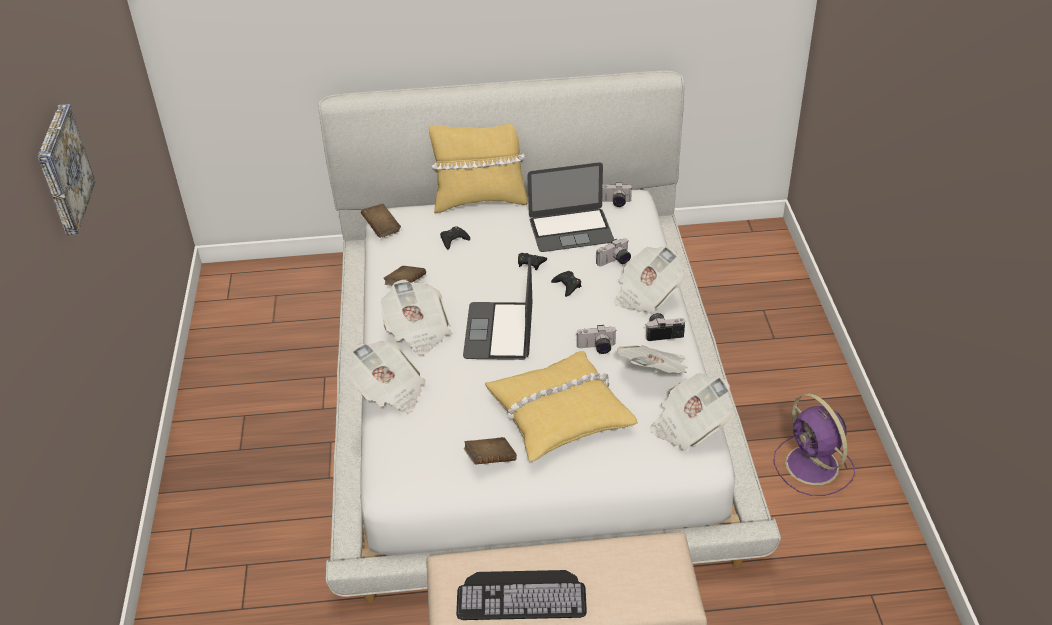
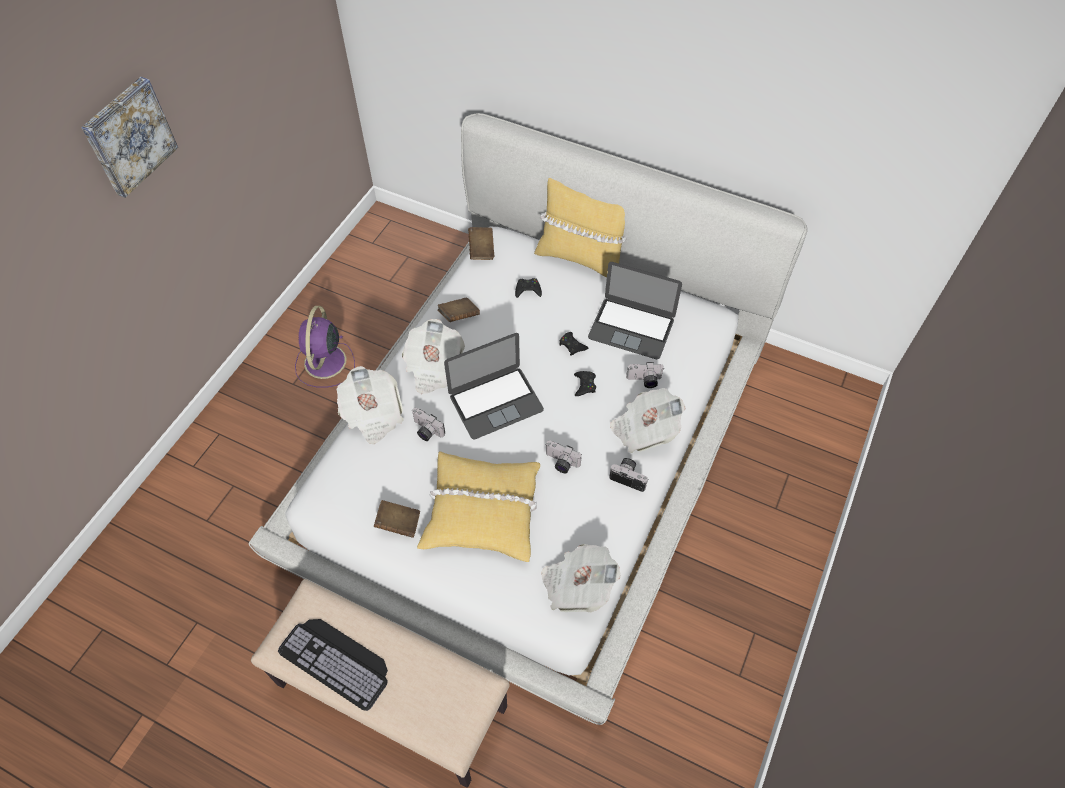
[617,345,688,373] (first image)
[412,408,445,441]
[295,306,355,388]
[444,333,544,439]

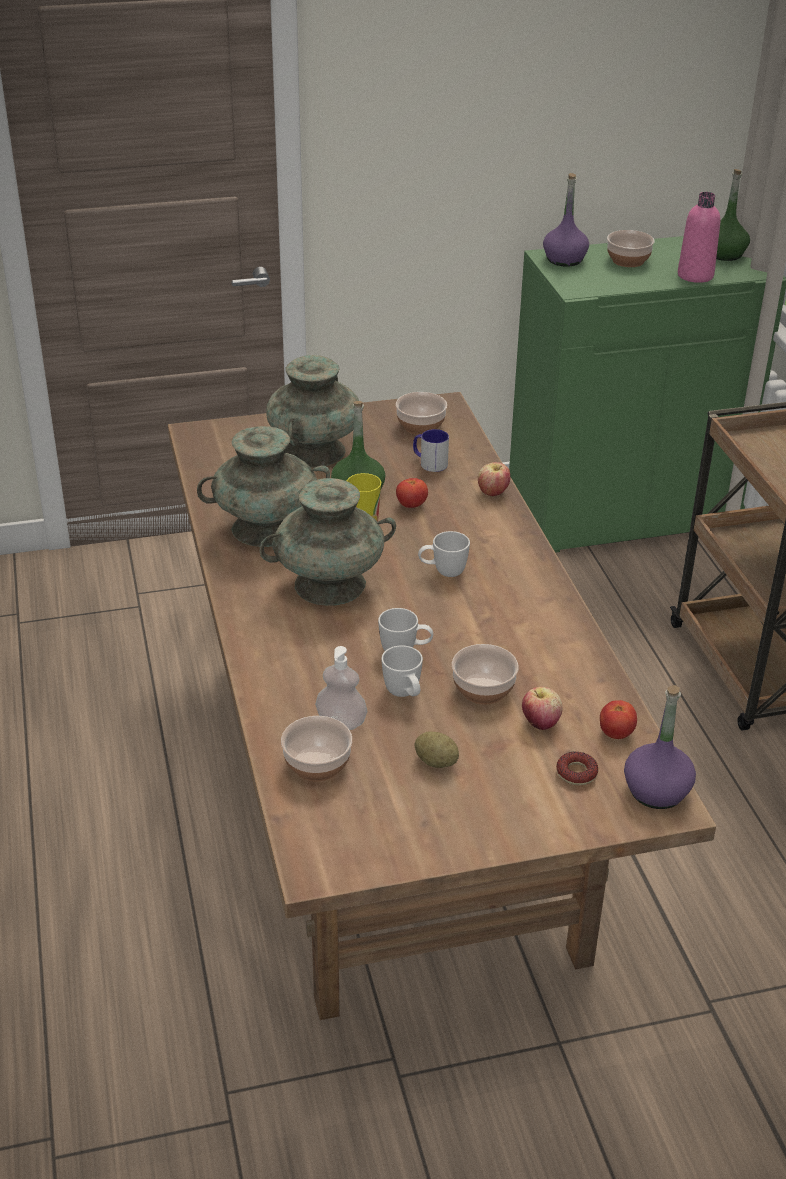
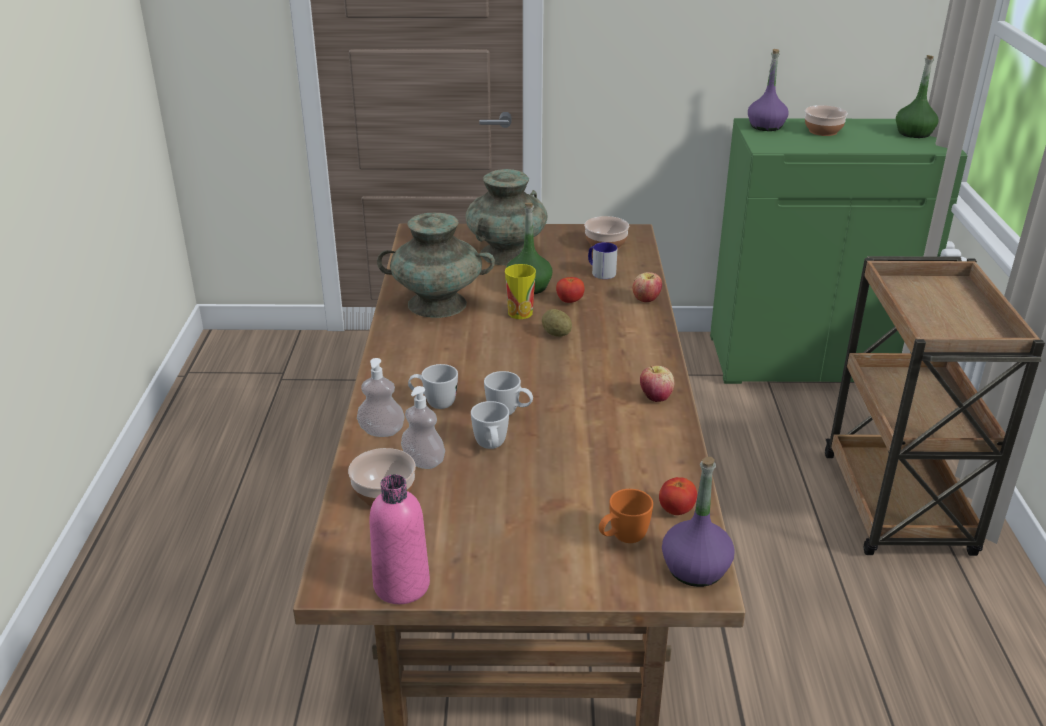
[260,478,396,606] (first image)
[452,644,519,704] (first image)
[357,358,405,437]
[542,309,572,337]
[408,364,458,409]
[640,365,674,402]
[369,474,430,604]
[599,489,653,543]

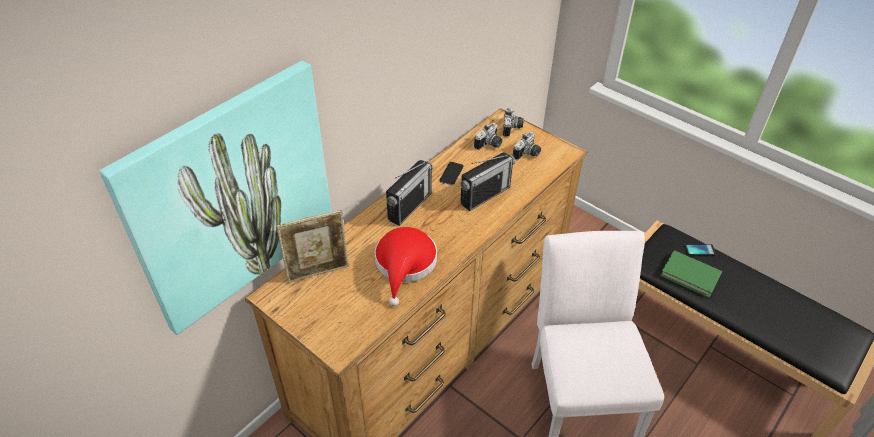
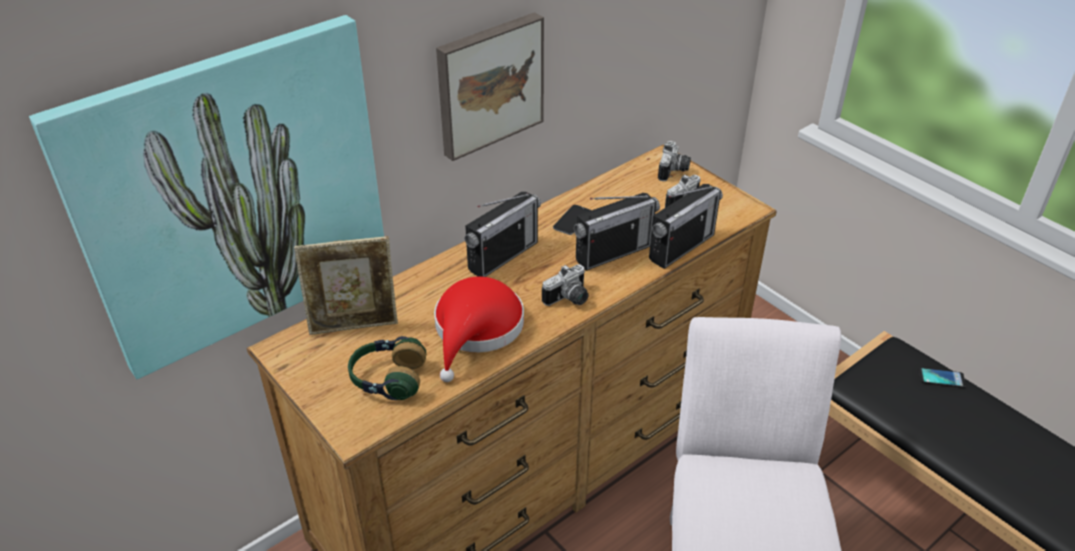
[660,250,722,298] (first image)
[348,336,426,400]
[436,12,544,161]
[649,184,723,269]
[542,264,589,306]

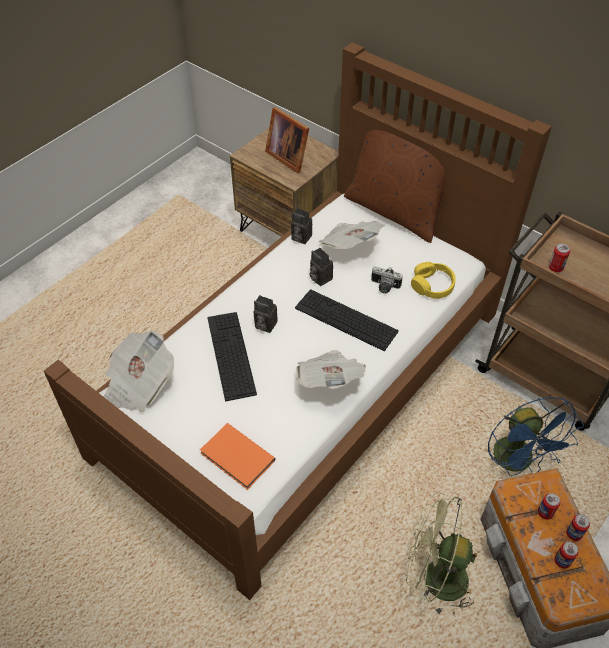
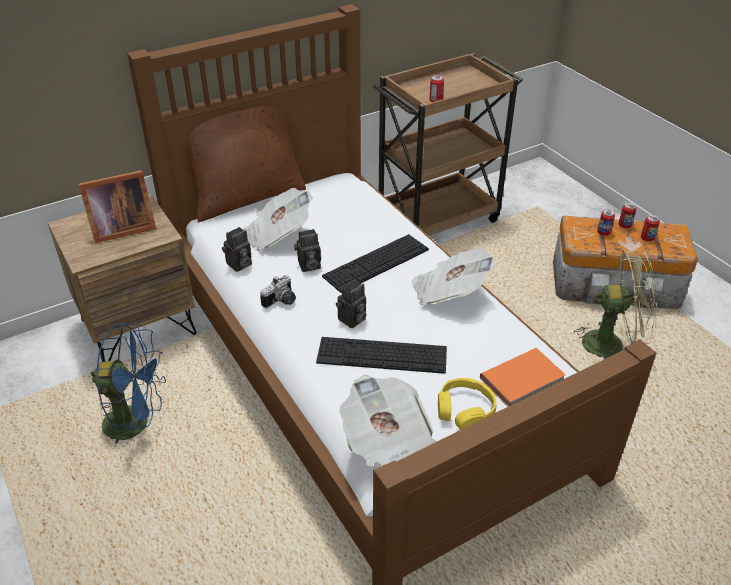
[260,275,296,308]
[438,378,496,430]
[91,323,166,443]
[574,250,658,359]

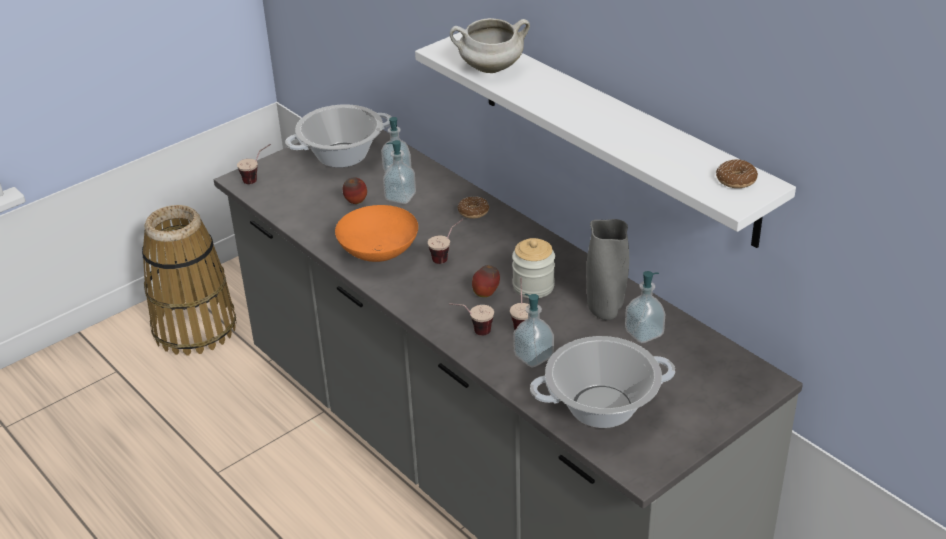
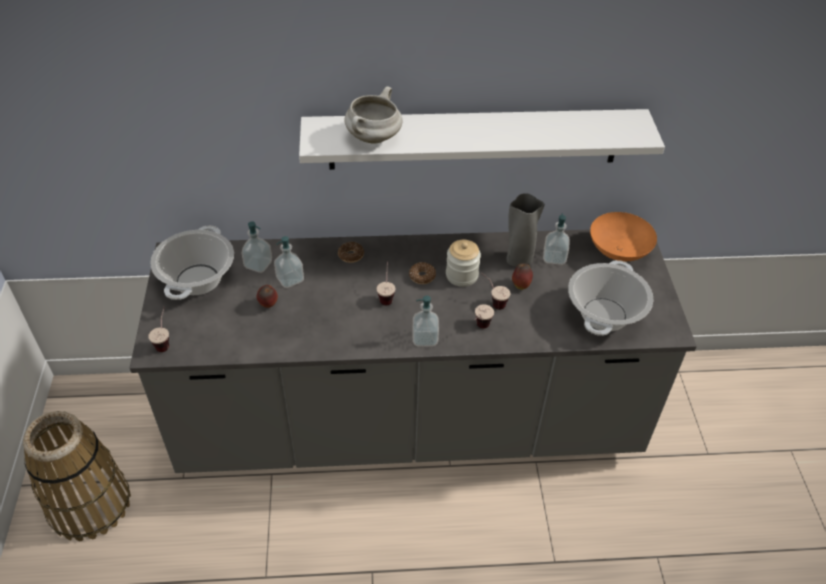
[590,212,657,261]
[512,263,533,290]
[413,296,439,346]
[409,262,436,284]

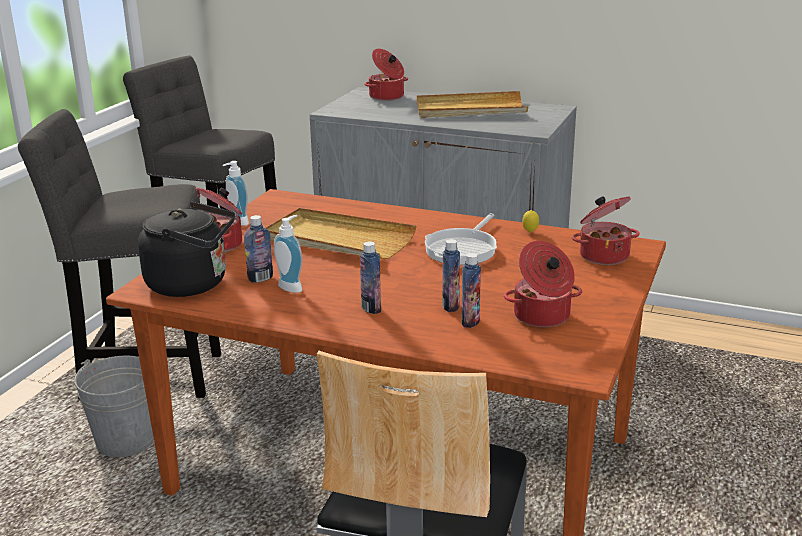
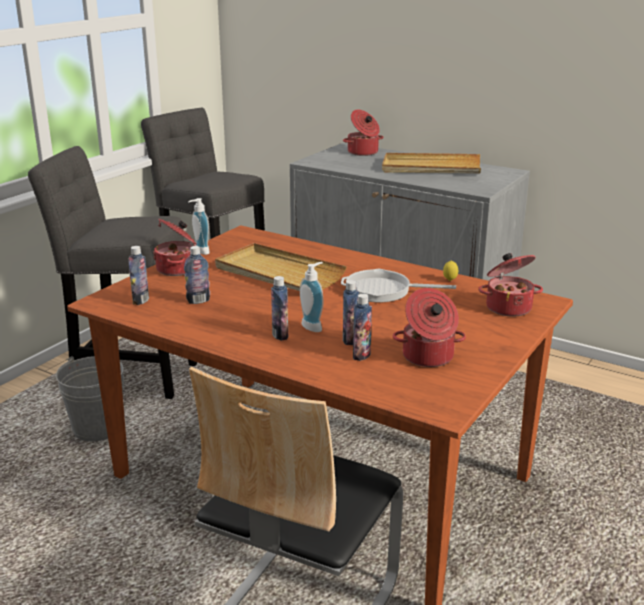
[300,262,324,332]
[128,246,149,305]
[341,269,456,302]

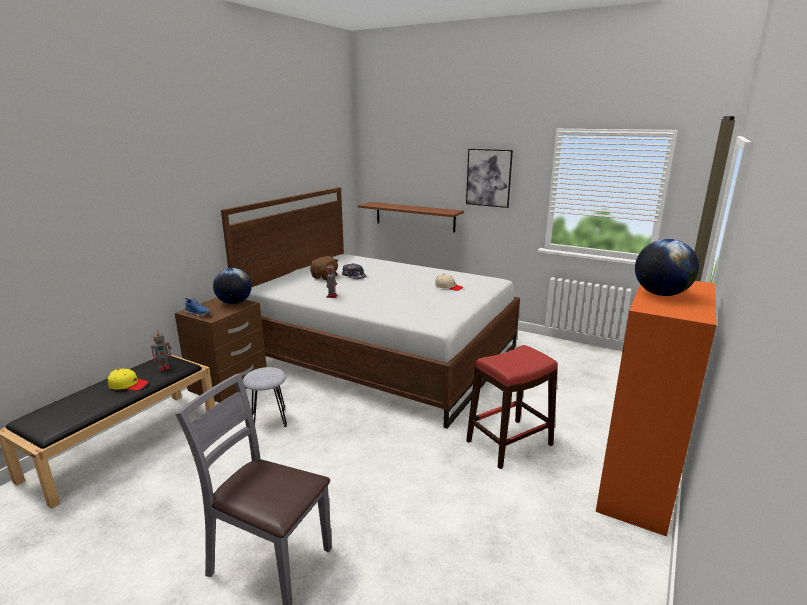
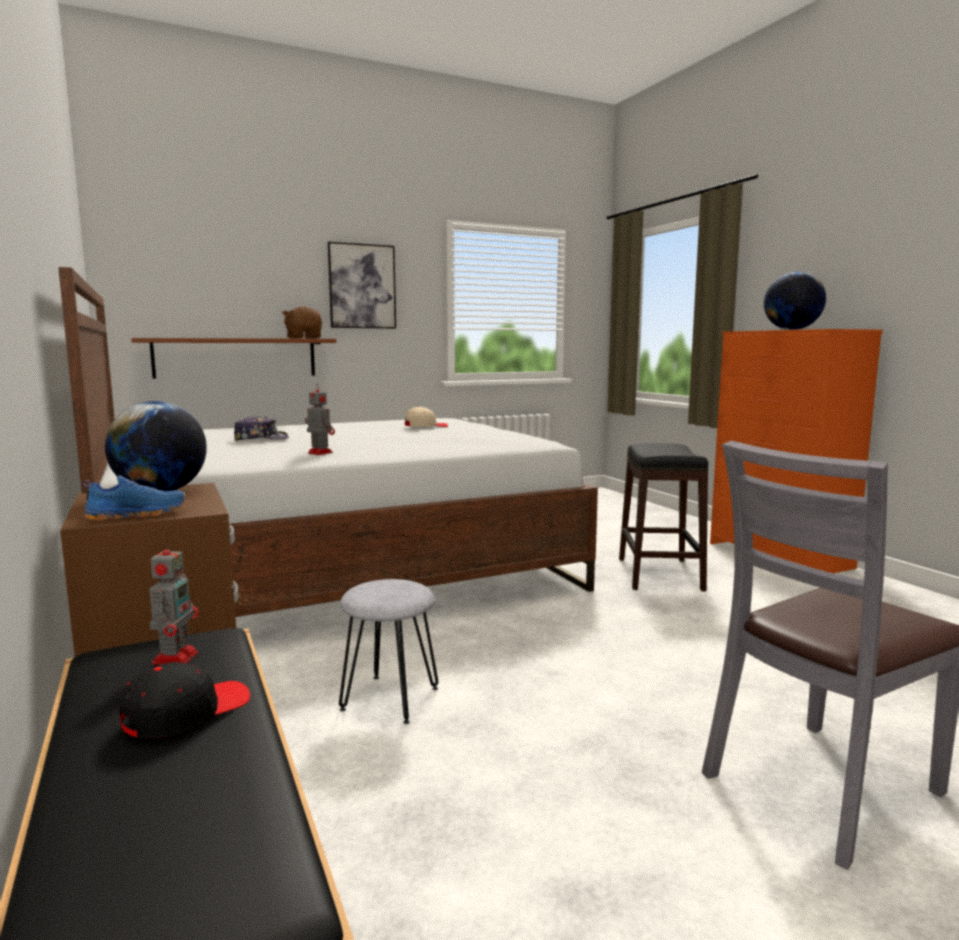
[282,306,322,339]
[119,662,250,739]
[619,443,708,591]

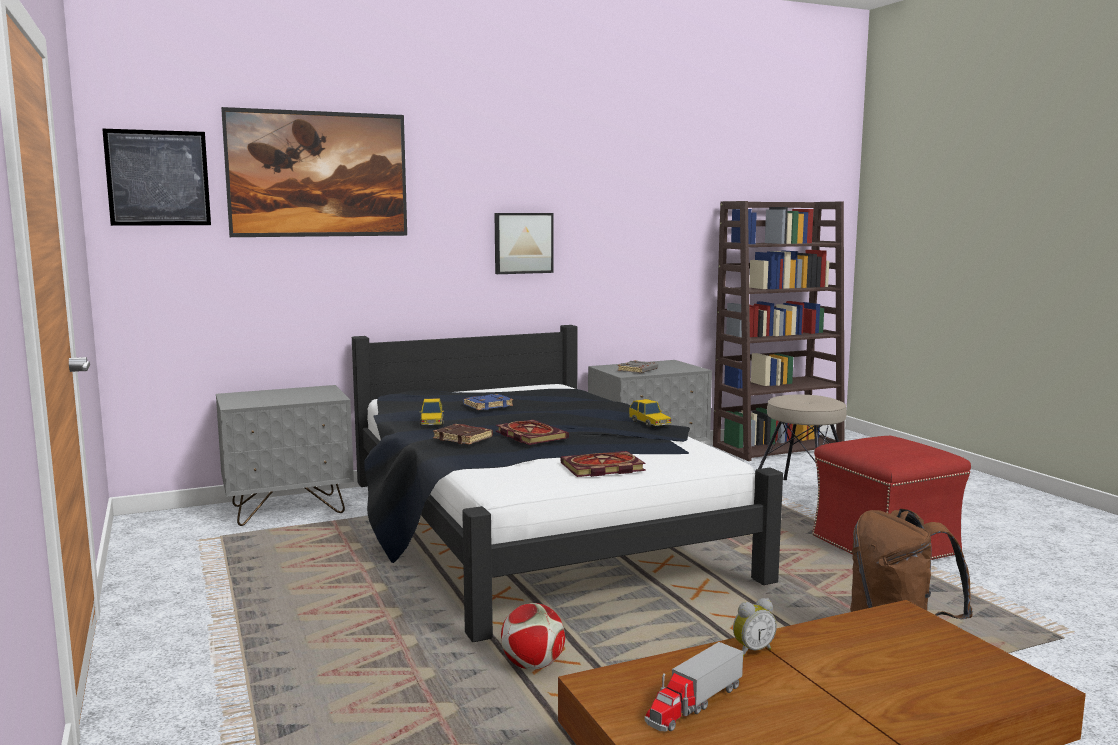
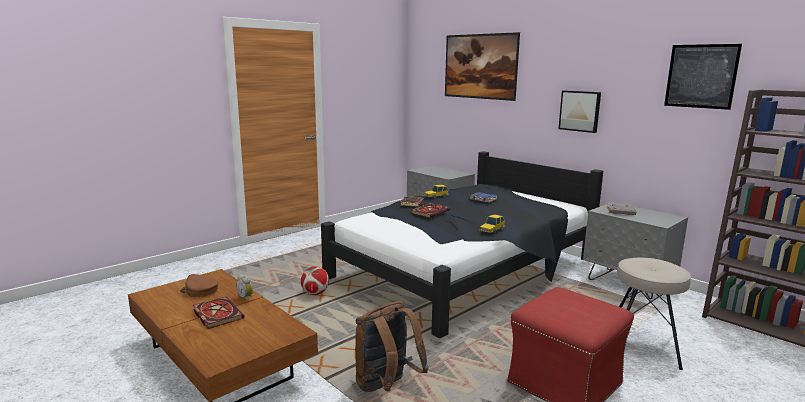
[664,44,742,110]
[193,296,245,329]
[180,274,218,297]

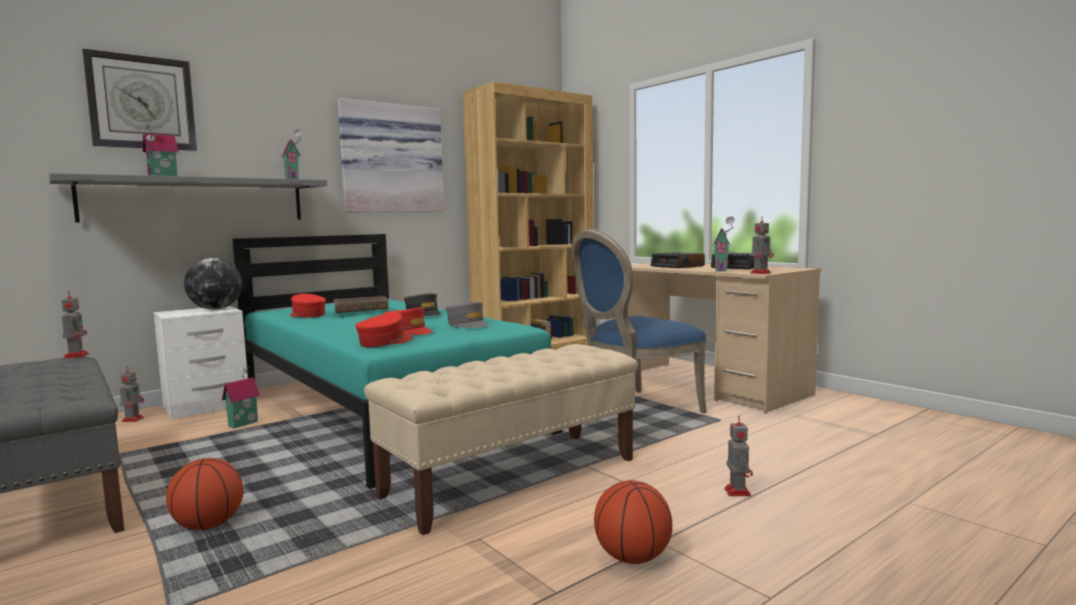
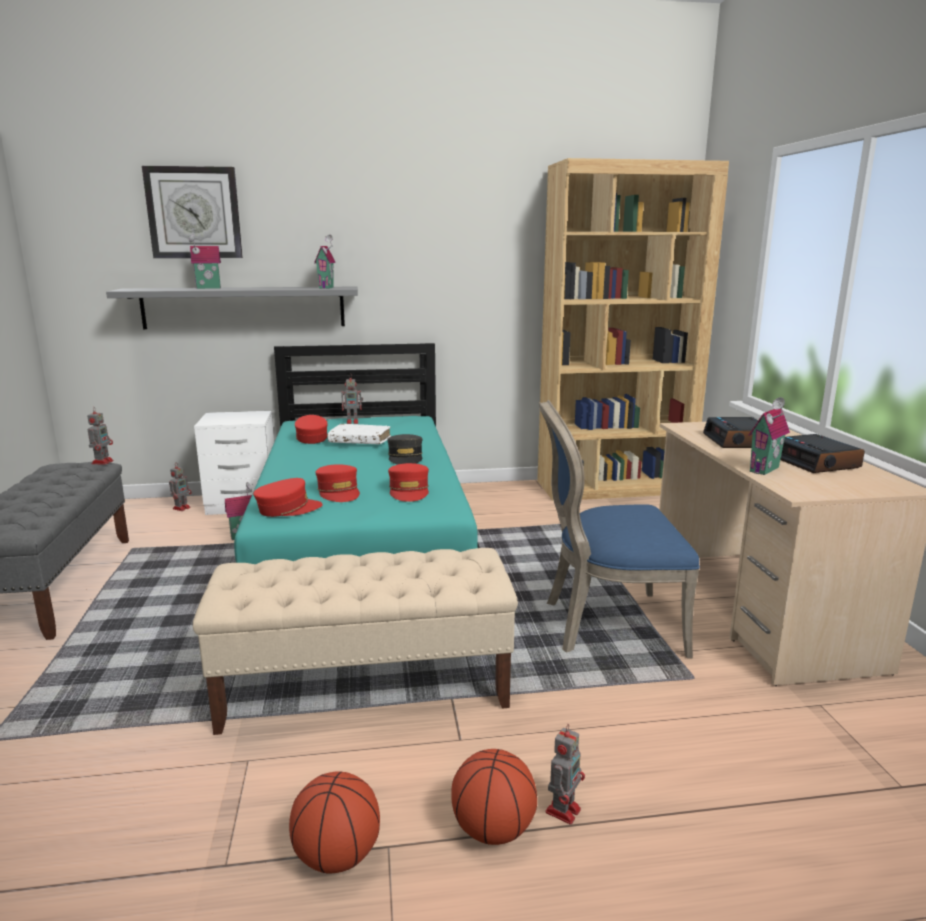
[184,258,242,310] (first image)
[338,98,444,212] (first image)
[451,749,537,845]
[341,374,363,424]
[327,424,391,445]
[388,463,429,502]

